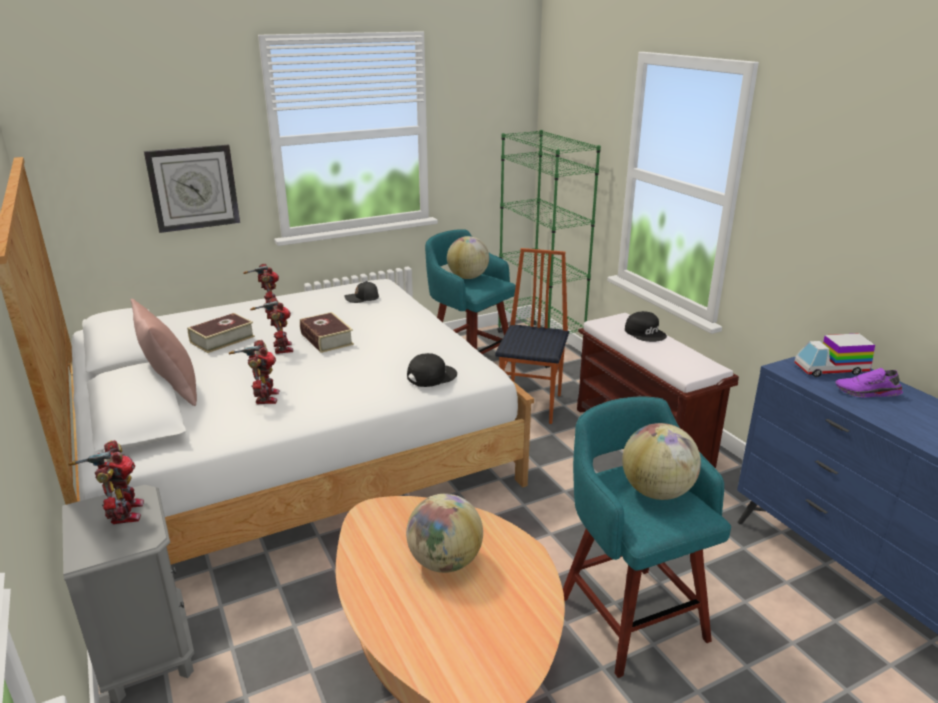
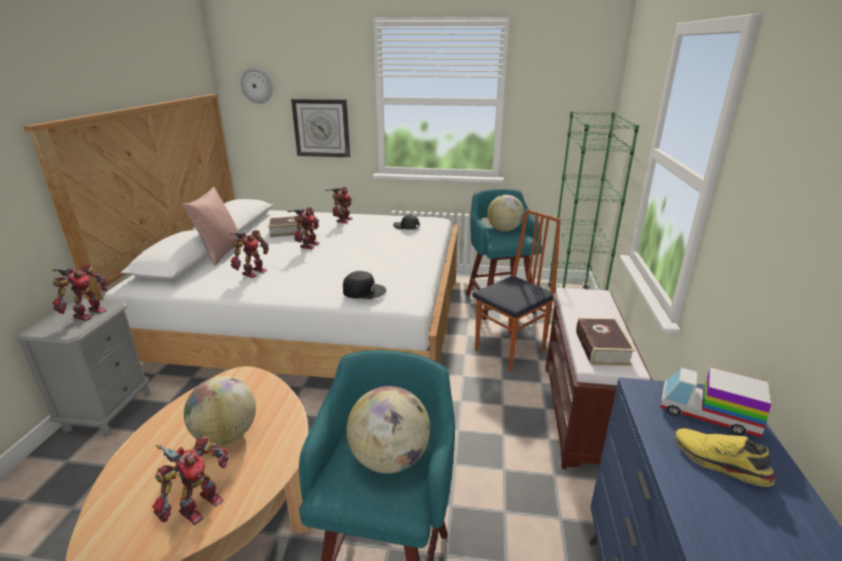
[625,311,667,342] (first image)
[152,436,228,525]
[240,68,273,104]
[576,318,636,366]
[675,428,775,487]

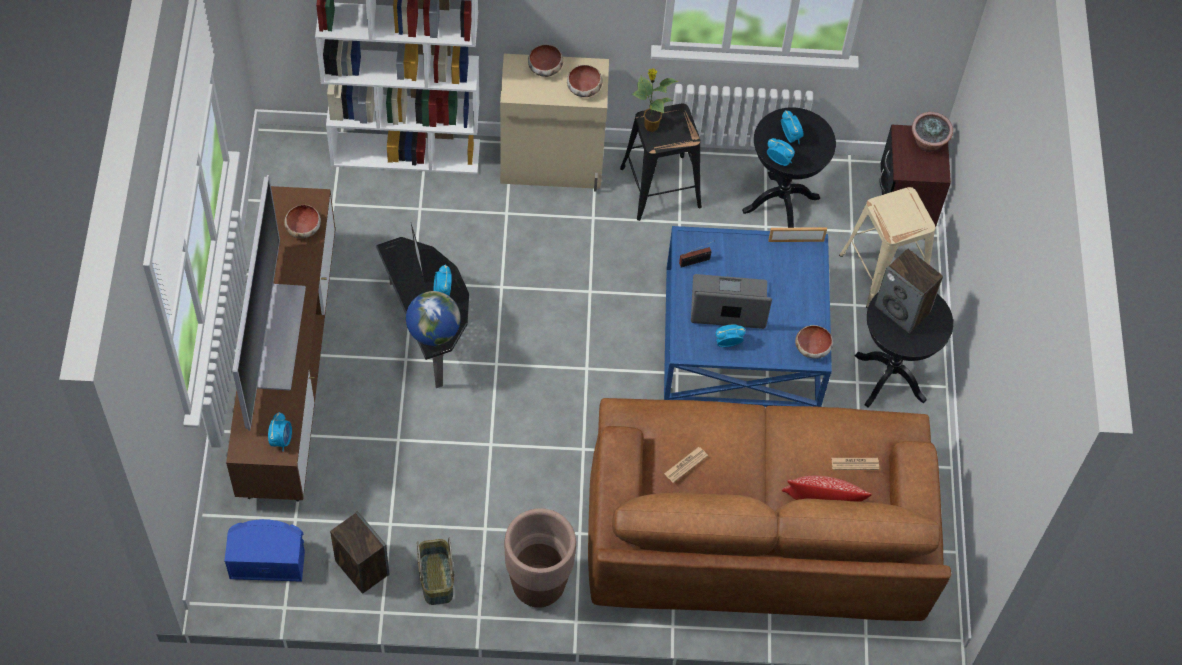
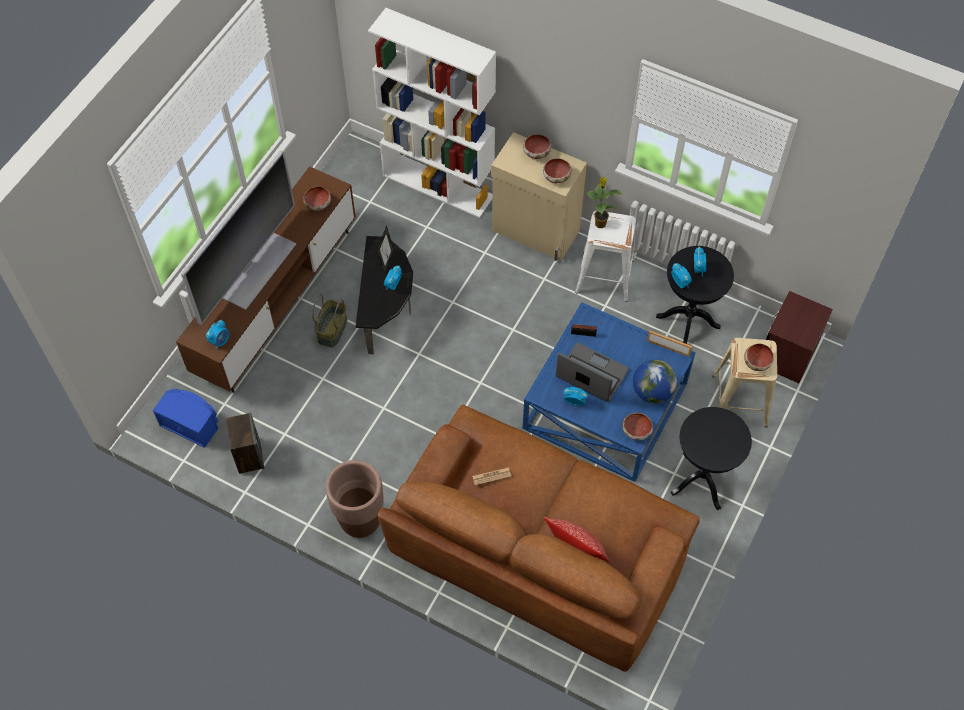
[832,458,879,470] (first image)
[875,249,943,334] (first image)
[912,112,953,152] (first image)
[744,344,774,371]
[633,360,677,403]
[312,294,347,347]
[575,211,636,302]

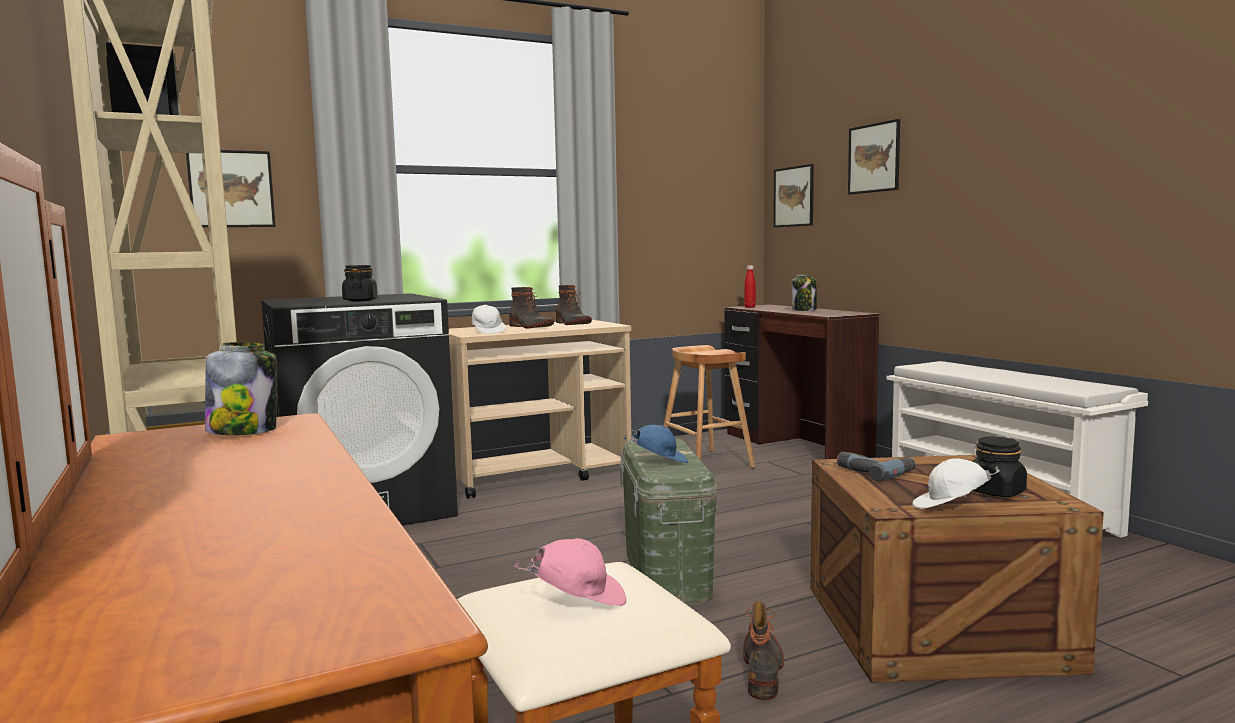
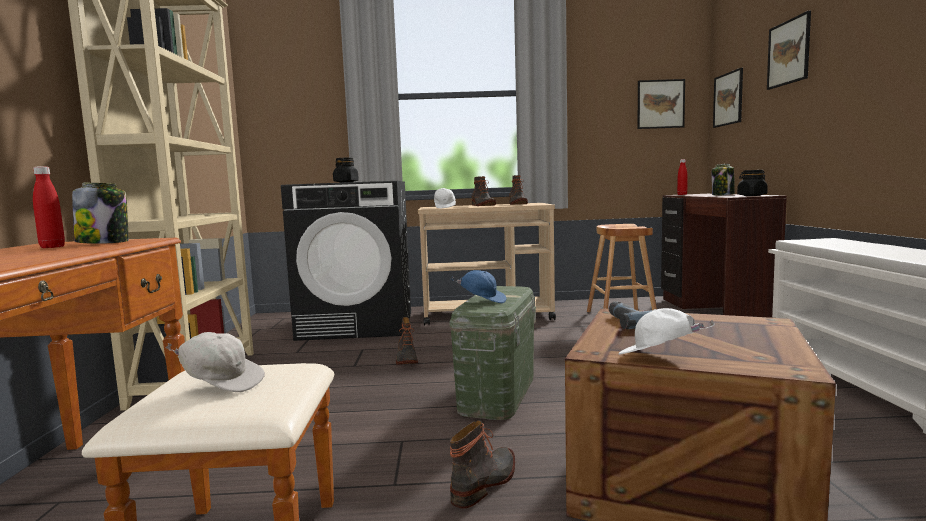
[33,166,65,248]
[396,317,418,364]
[637,79,685,129]
[737,170,768,196]
[166,332,265,392]

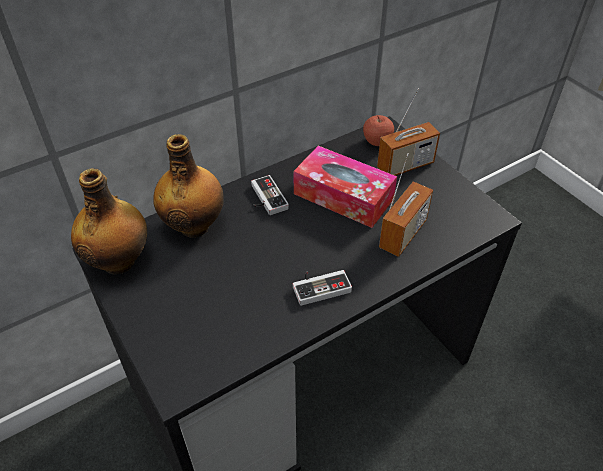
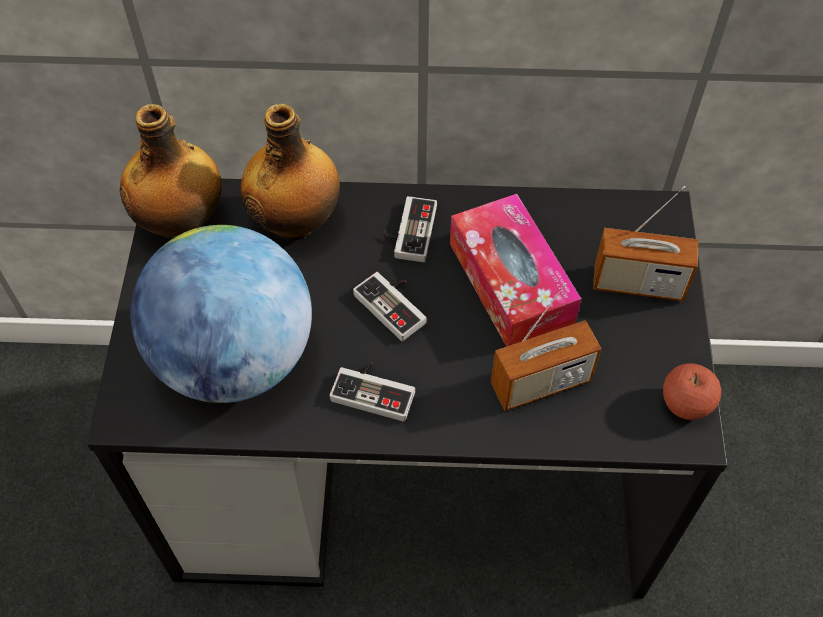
[131,225,312,403]
[353,272,427,341]
[663,363,721,420]

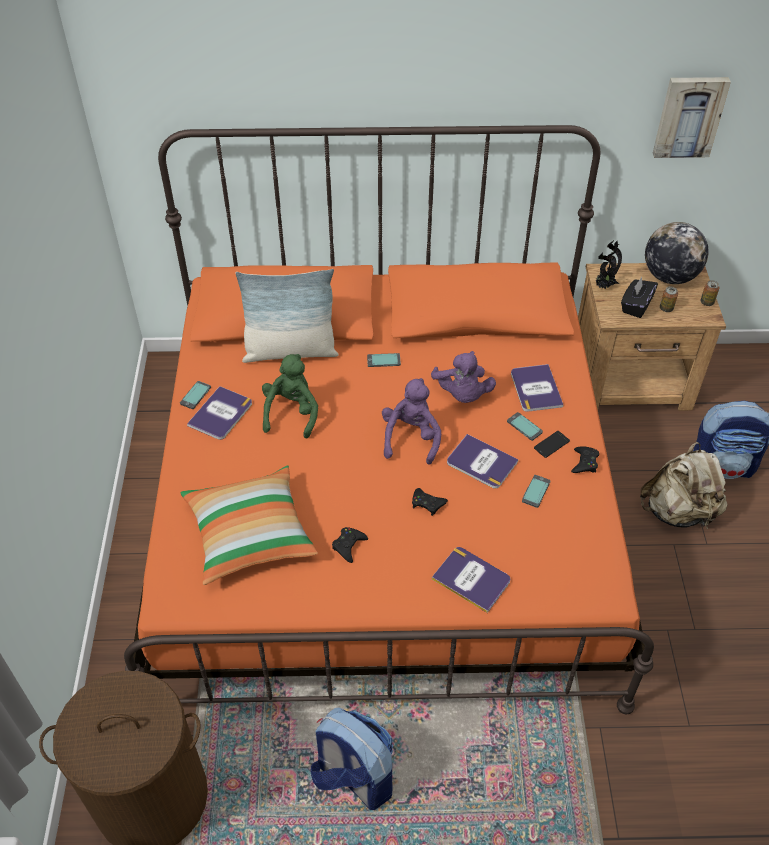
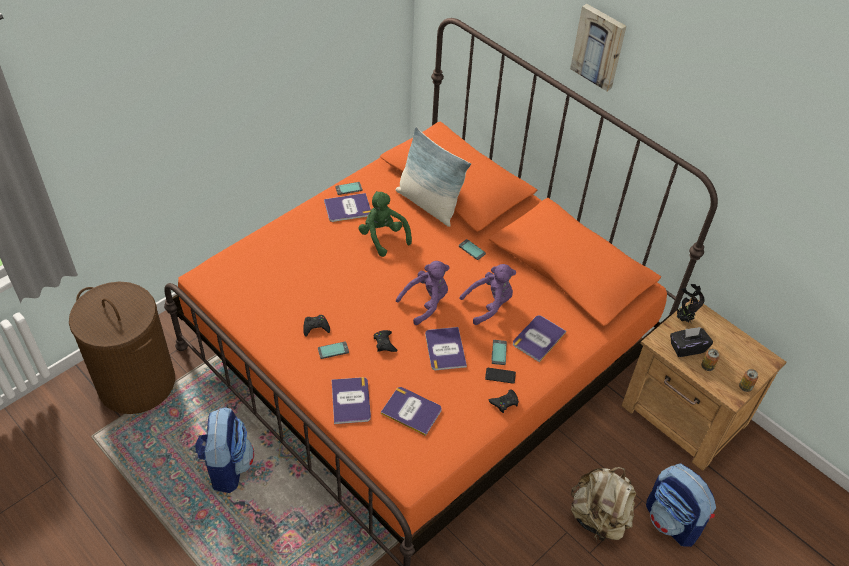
[180,466,318,585] (first image)
[645,222,709,284] (first image)
[381,387,442,436]
[318,341,349,359]
[570,4,626,92]
[358,191,412,257]
[459,264,516,325]

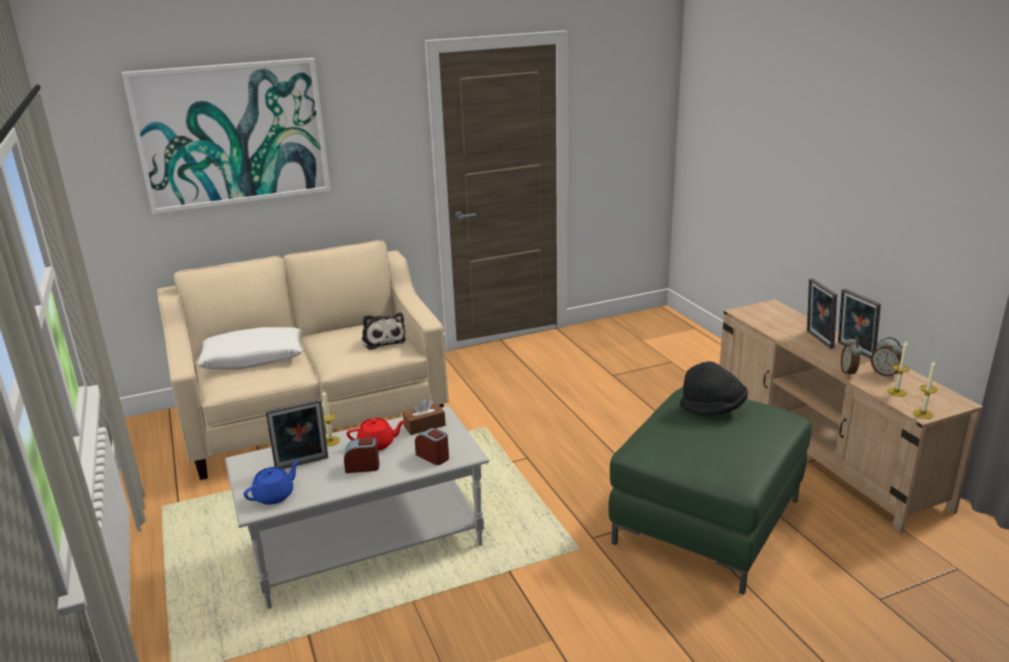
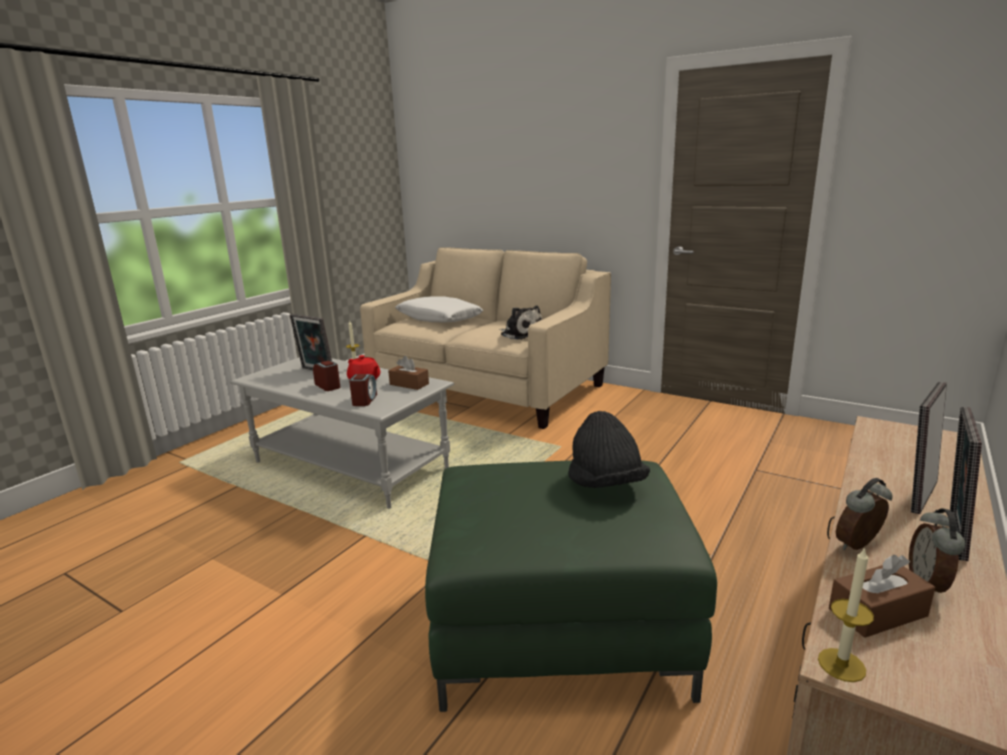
[122,58,331,214] (first image)
[244,460,300,505] (first image)
[829,555,935,638]
[499,306,542,340]

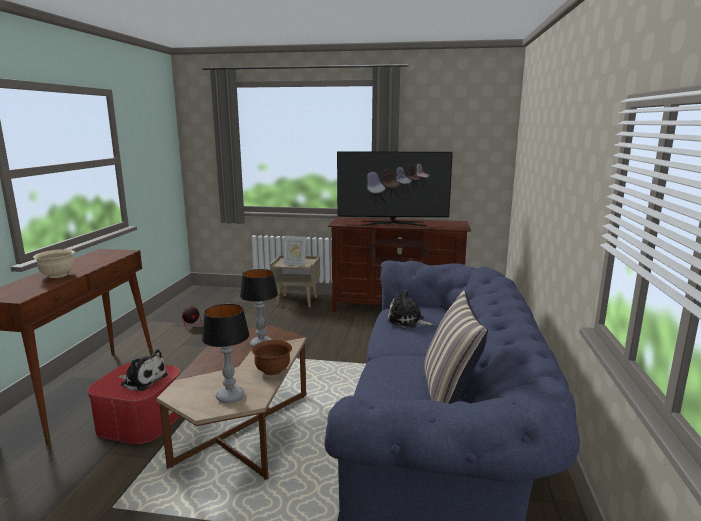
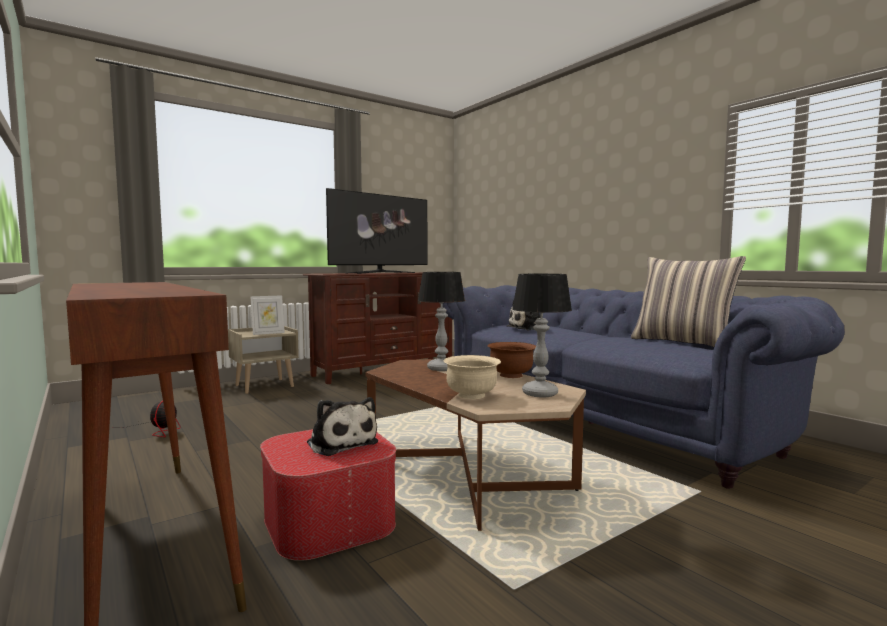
[444,355,501,399]
[307,397,378,456]

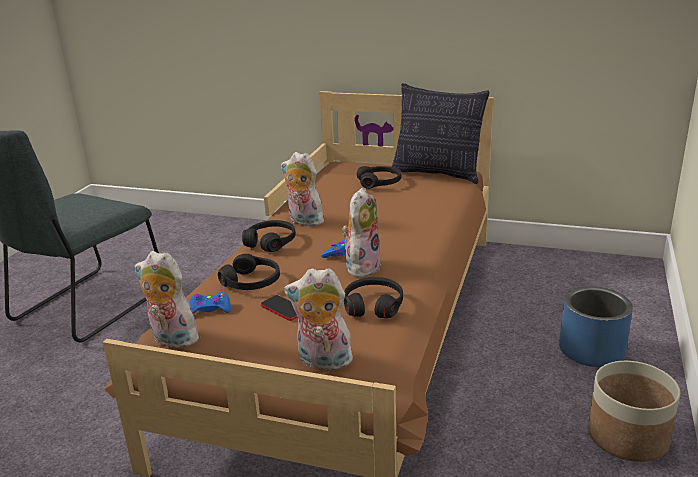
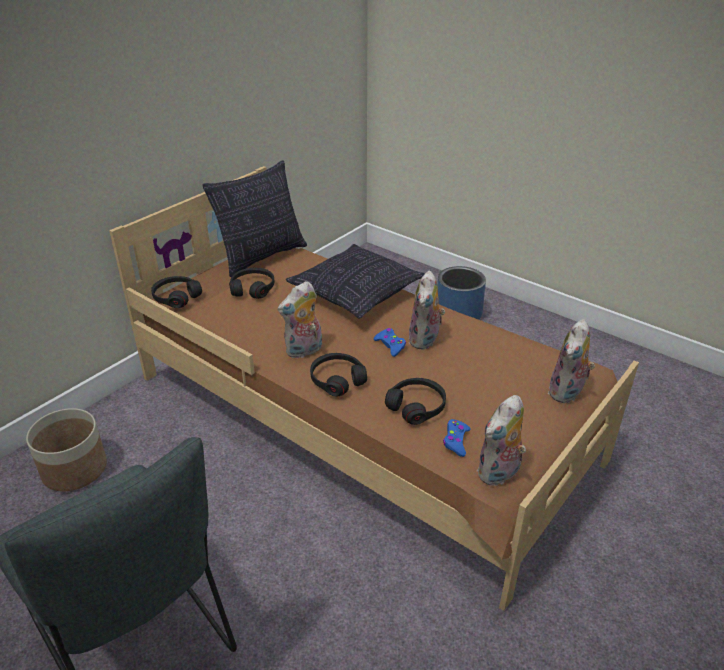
[261,295,297,321] (first image)
[286,244,425,319]
[151,276,202,308]
[26,408,107,491]
[409,270,445,350]

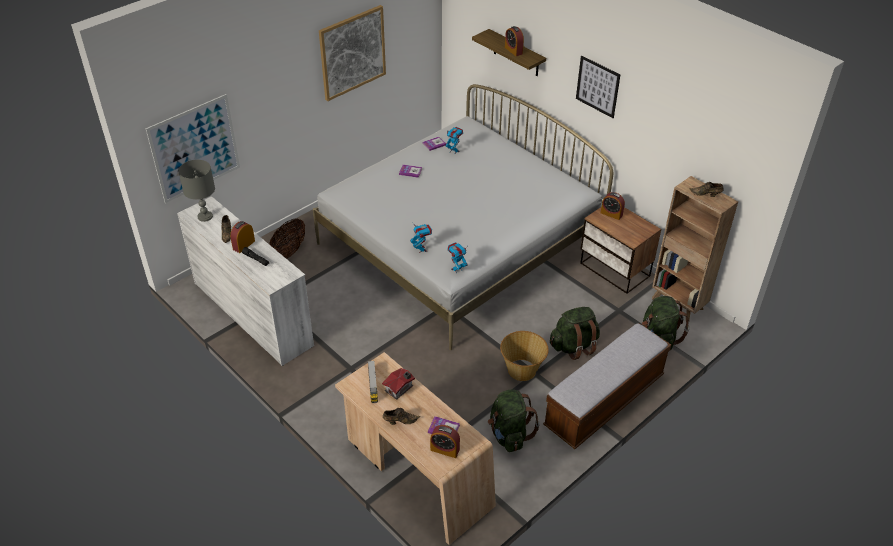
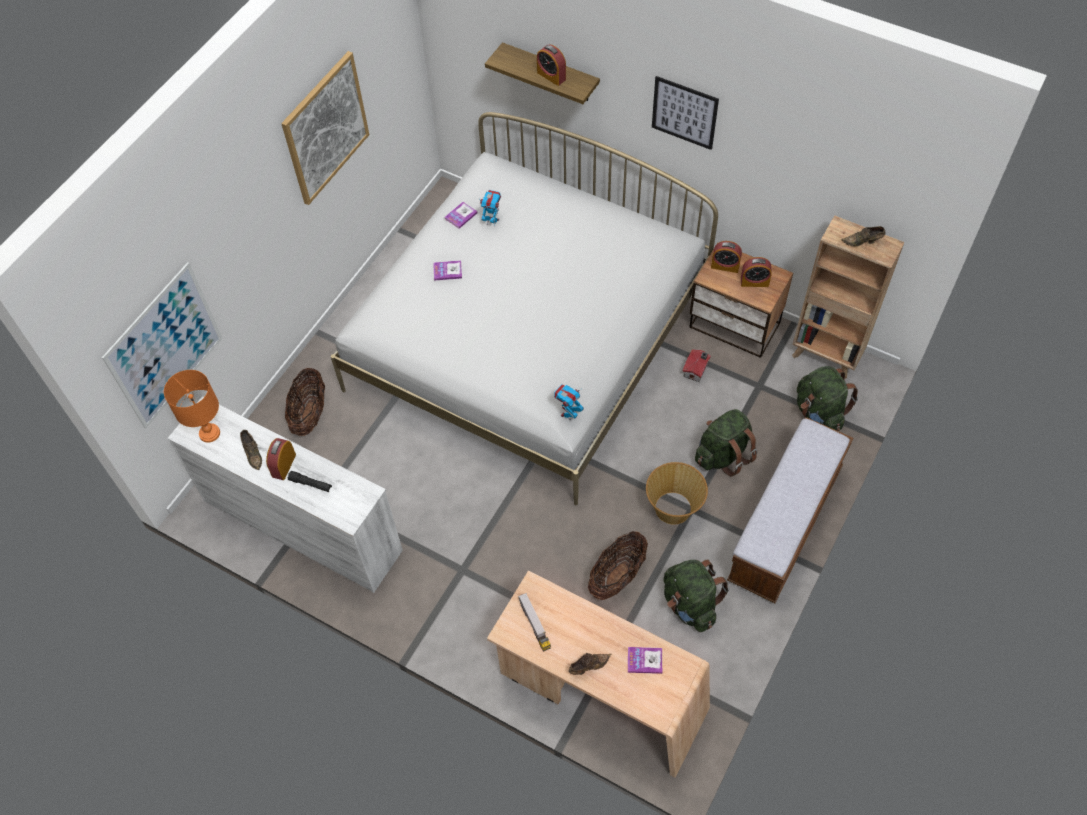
[410,224,432,253] (first image)
[588,531,648,600]
[682,349,711,382]
[741,257,772,287]
[164,370,220,443]

